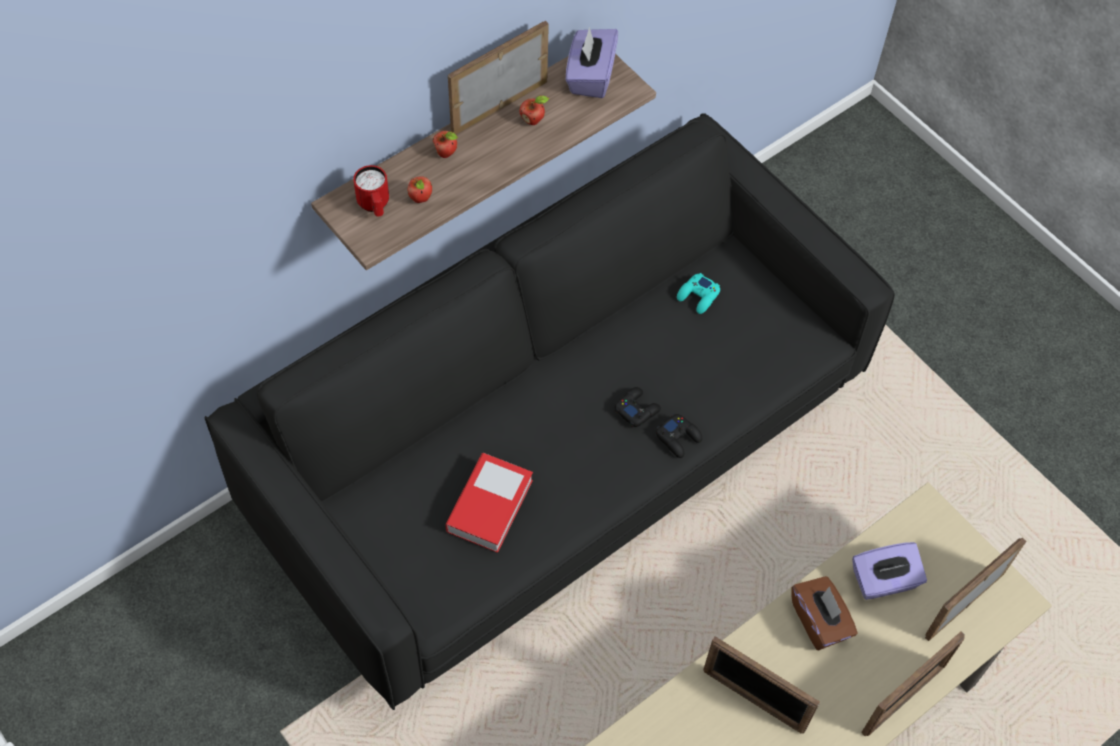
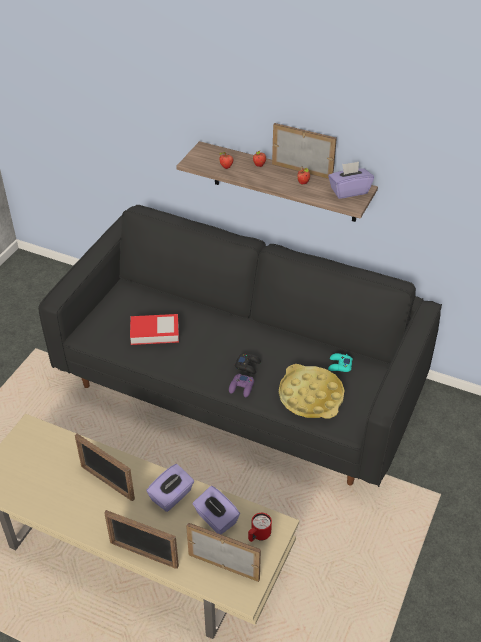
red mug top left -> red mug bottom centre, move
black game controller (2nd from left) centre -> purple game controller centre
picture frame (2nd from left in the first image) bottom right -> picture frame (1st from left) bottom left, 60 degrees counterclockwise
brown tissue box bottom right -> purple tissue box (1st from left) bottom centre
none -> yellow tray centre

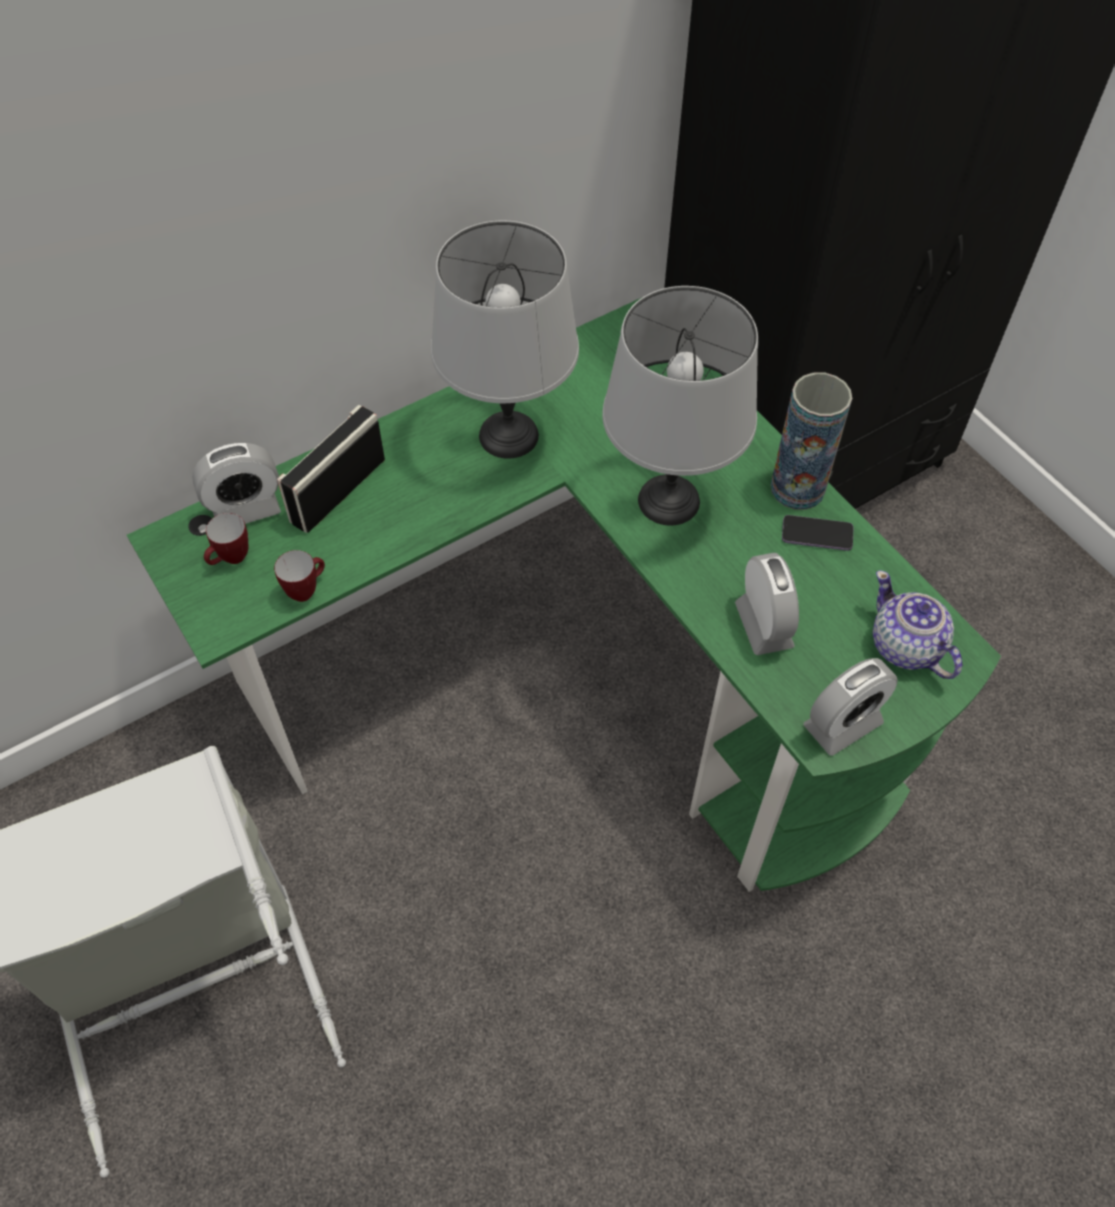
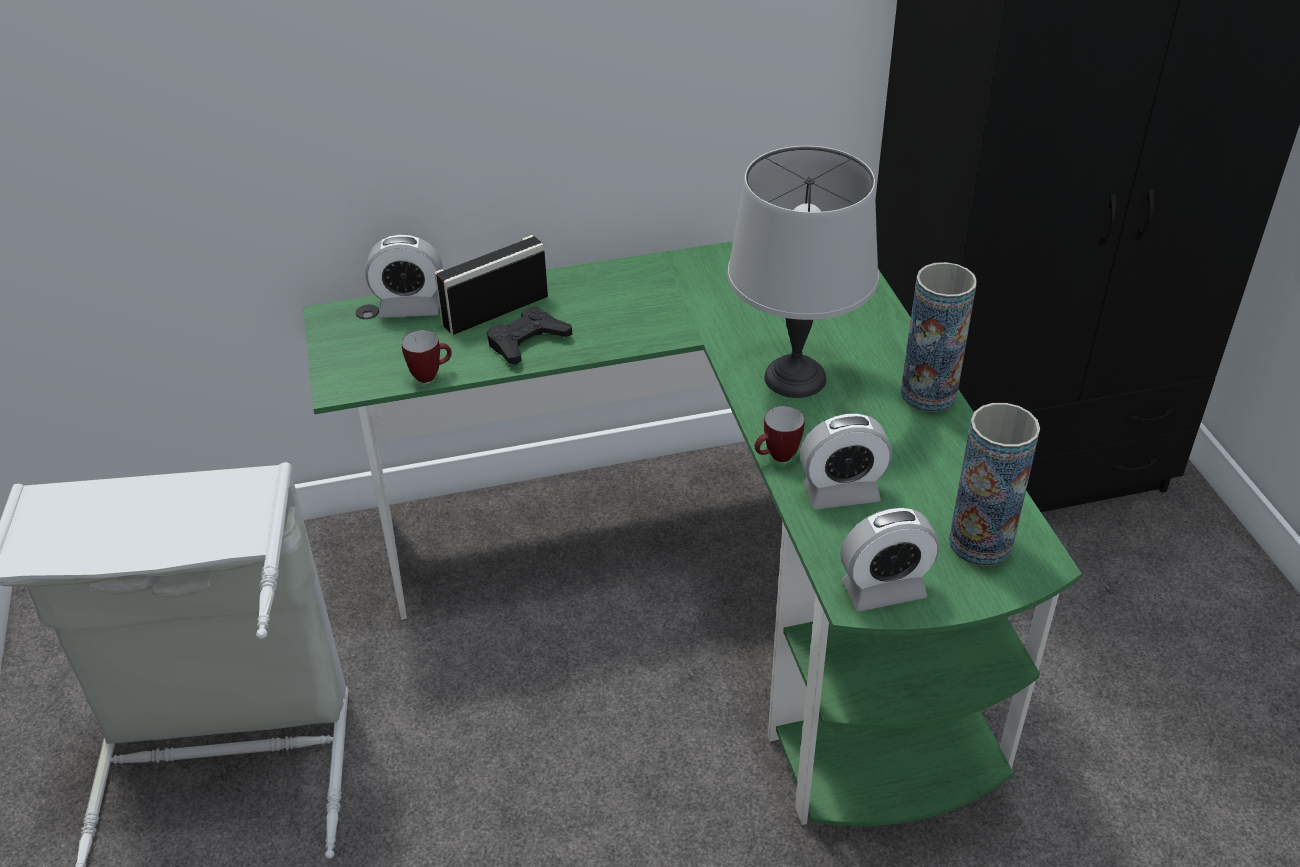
mug (1st from left in the first image) middle left -> mug (2nd from left) centre, move
grey table lamp (1st from left) top centre -> none
alarm clock (2nd from left) middle right -> alarm clock (2nd from left) centre, 75 degrees clockwise
phone middle right -> none
teapot middle right -> vase (2nd from left) middle right
none -> black game controller centre

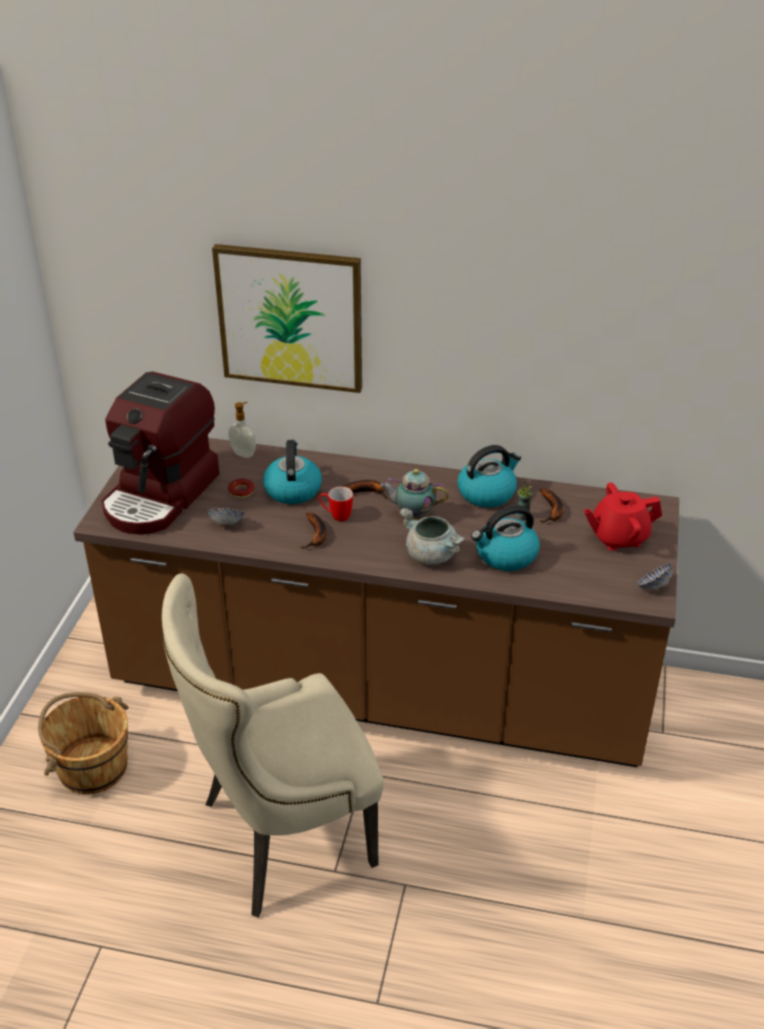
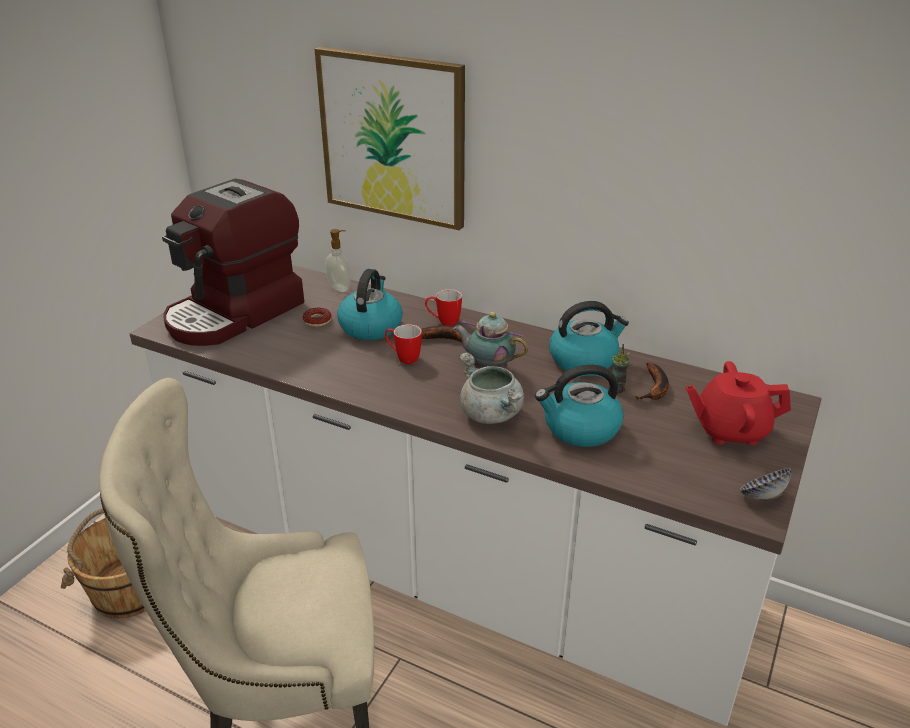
brown counter centre -> white counter bottom centre
bowl (1st from left) middle left -> none
banana (1st from left) centre -> none
none -> mug (2nd from left) centre

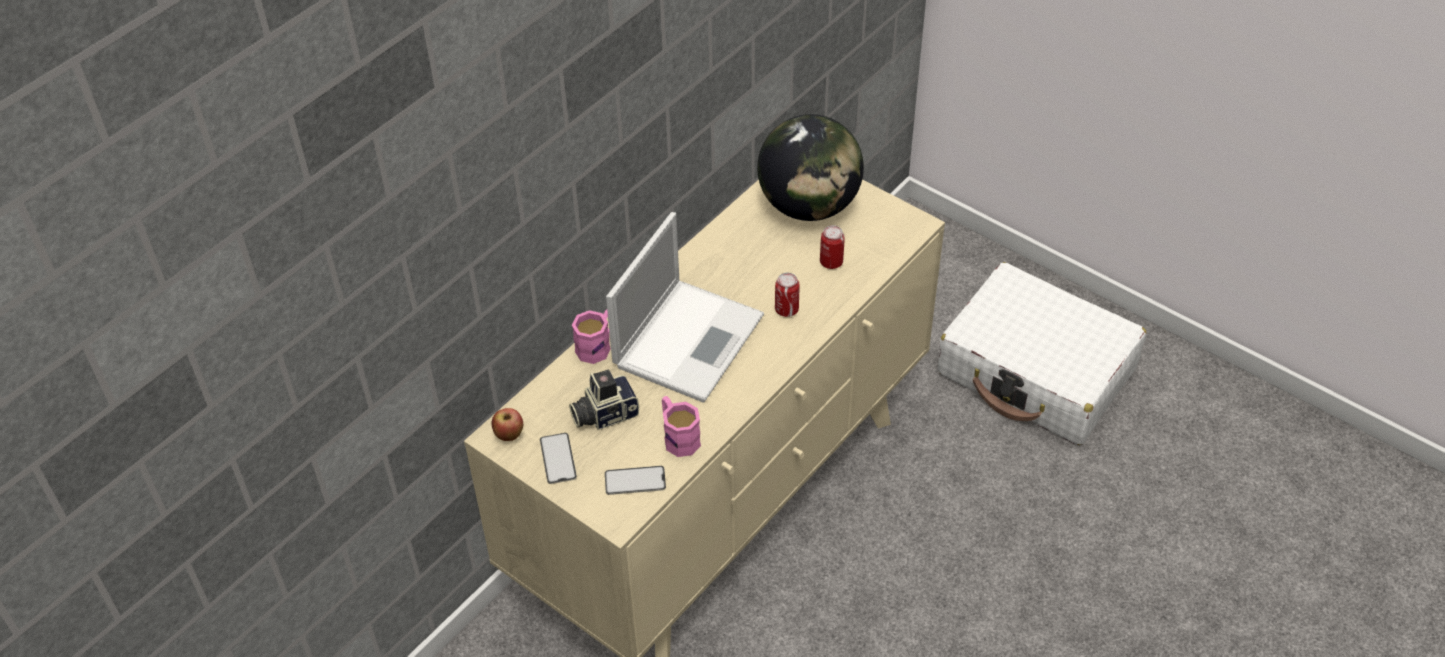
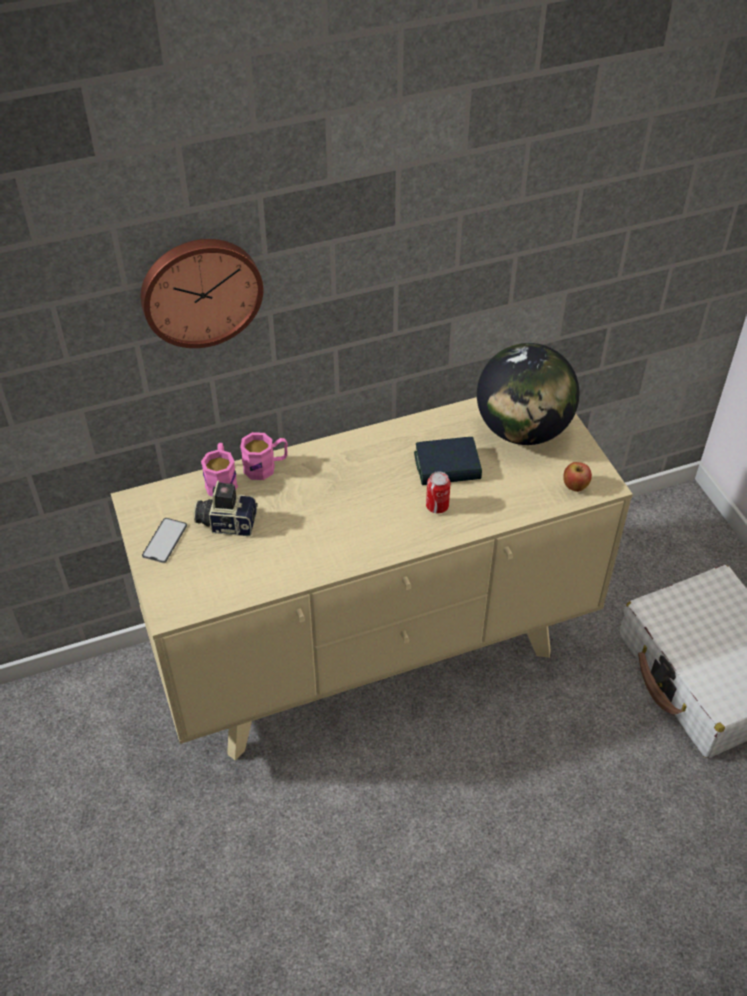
apple centre -> apple middle right, move
phone (2nd from left) bottom centre -> none
laptop centre -> none
pink mug (2nd from left in the first image) centre -> pink mug (1st from left) middle left, move
can (2nd from left) centre -> none
none -> wall clock top left
none -> book centre

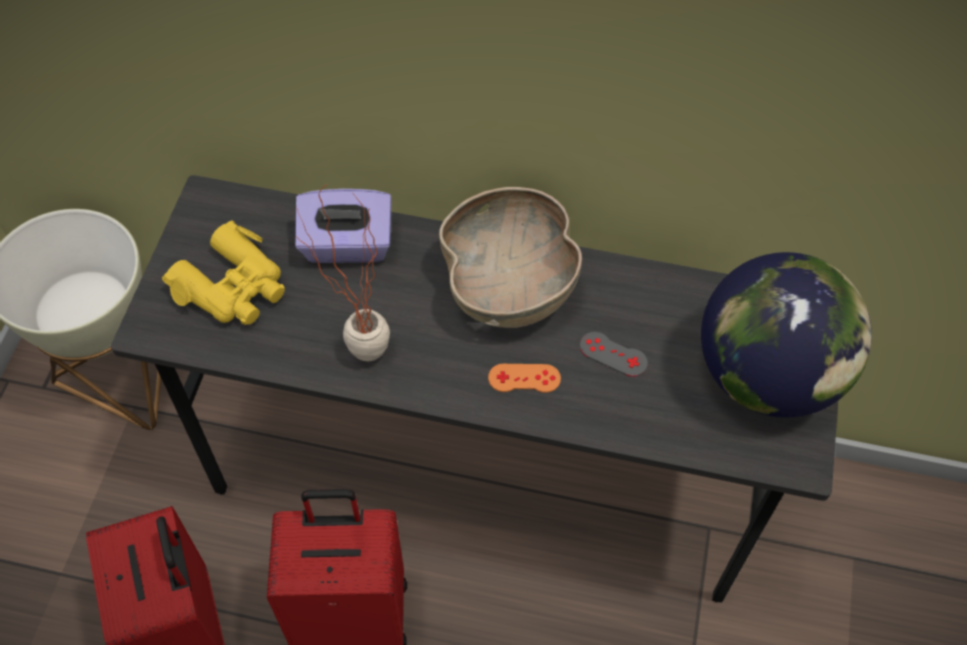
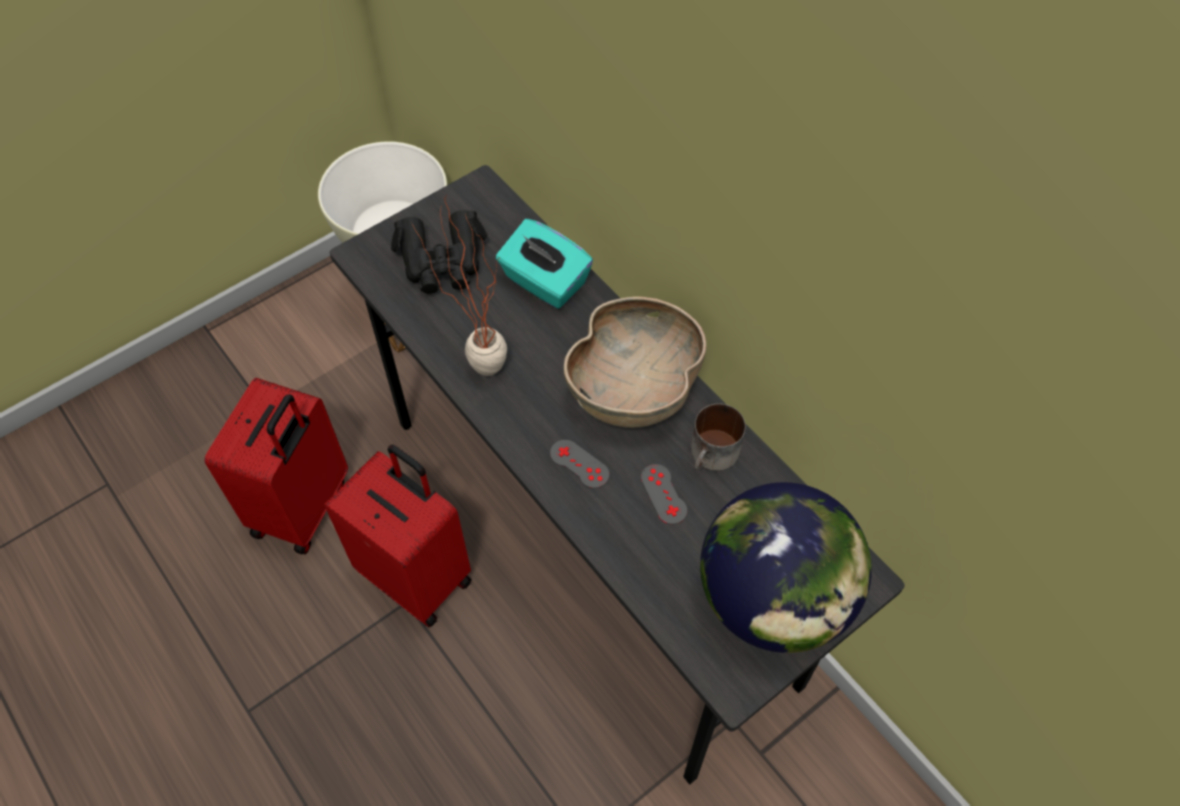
yellow binoculars middle left -> black binoculars top centre
purple tissue box centre -> turquoise tissue box top centre
orange game controller centre -> grey game controller (1st from left) centre
none -> mug centre

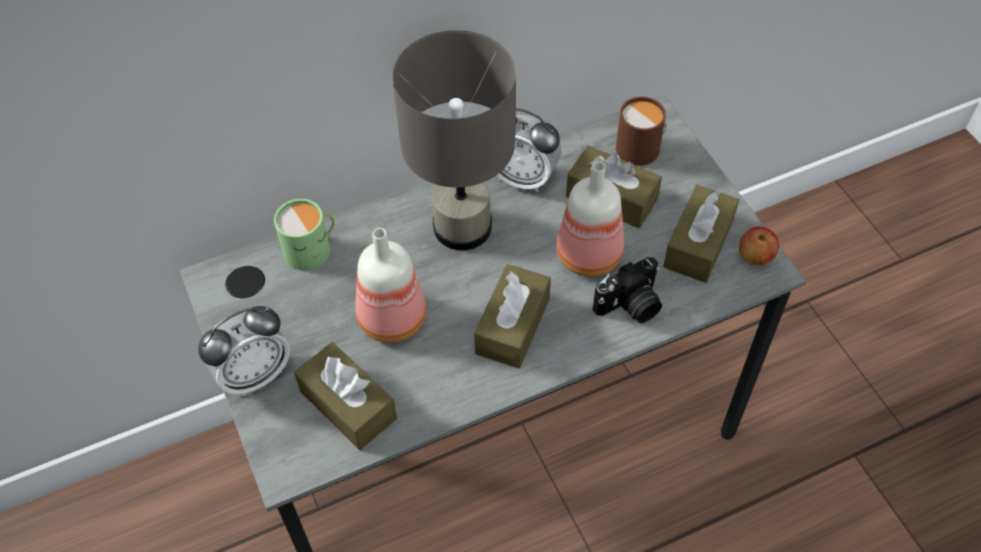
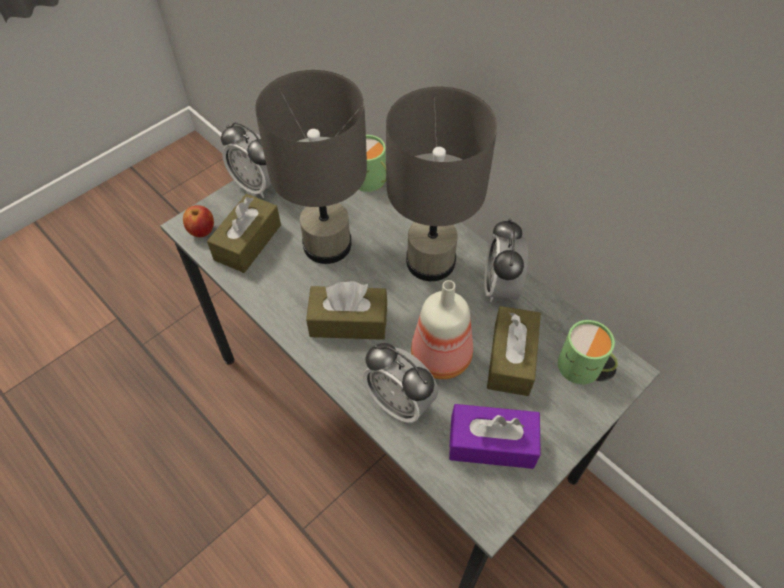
bottle (1st from left) centre -> grey table lamp (1st from left) top centre
photo camera centre -> alarm clock (2nd from left) centre
brown mug top centre -> green mug (2nd from left) middle right
brown tissue box (4th from left) middle right -> purple tissue box bottom centre
apple middle right -> apple middle left, move

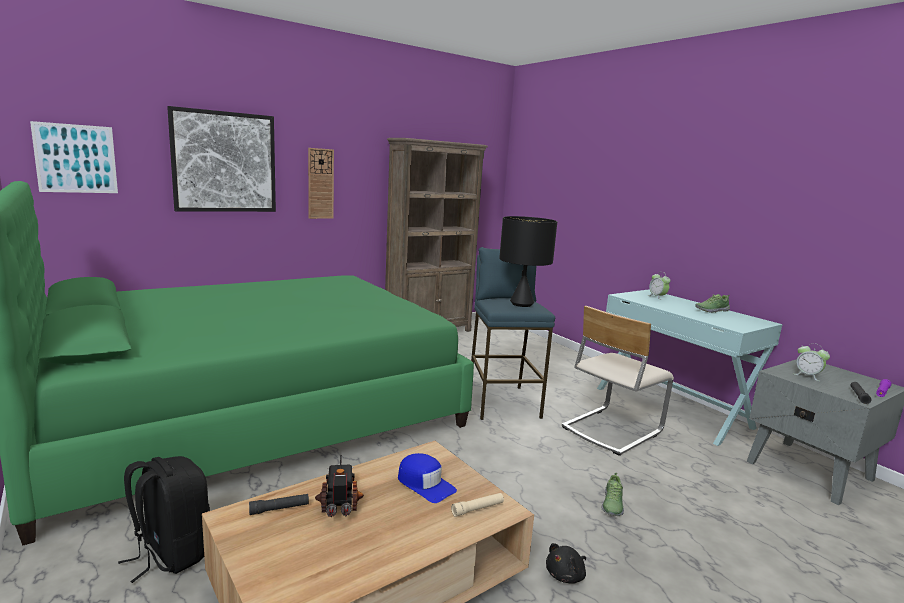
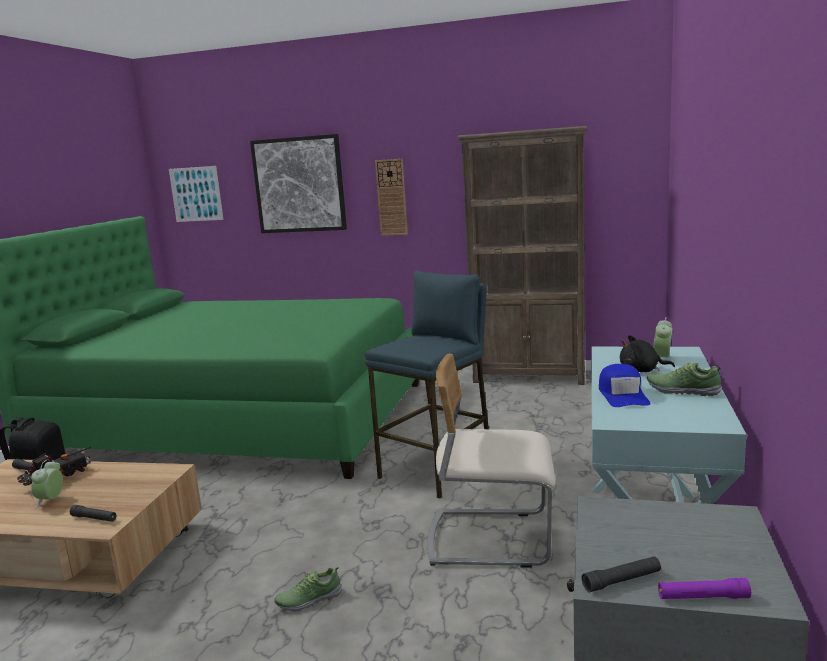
blue cap bottom centre -> blue cap middle right, move
beige flashlight bottom centre -> black flashlight (2nd from left) bottom left
black table lamp centre -> none
black plush toy bottom centre -> black plush toy middle right, move
alarm clock (2nd from left in the first image) middle right -> alarm clock (1st from left) bottom left, move

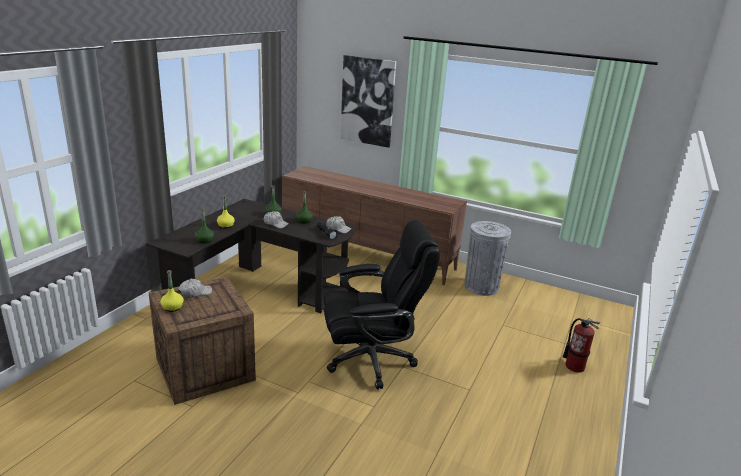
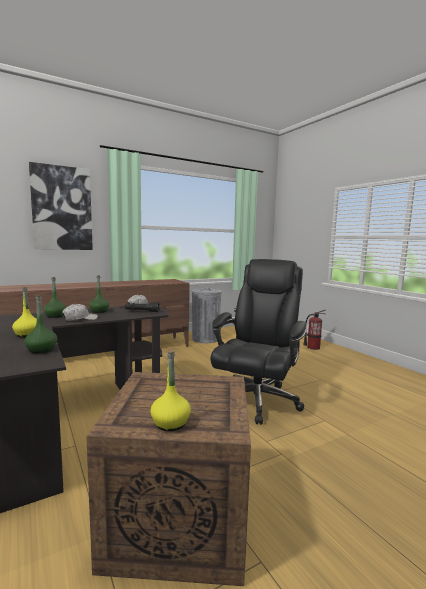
white cap (1st from left) middle left -> none

